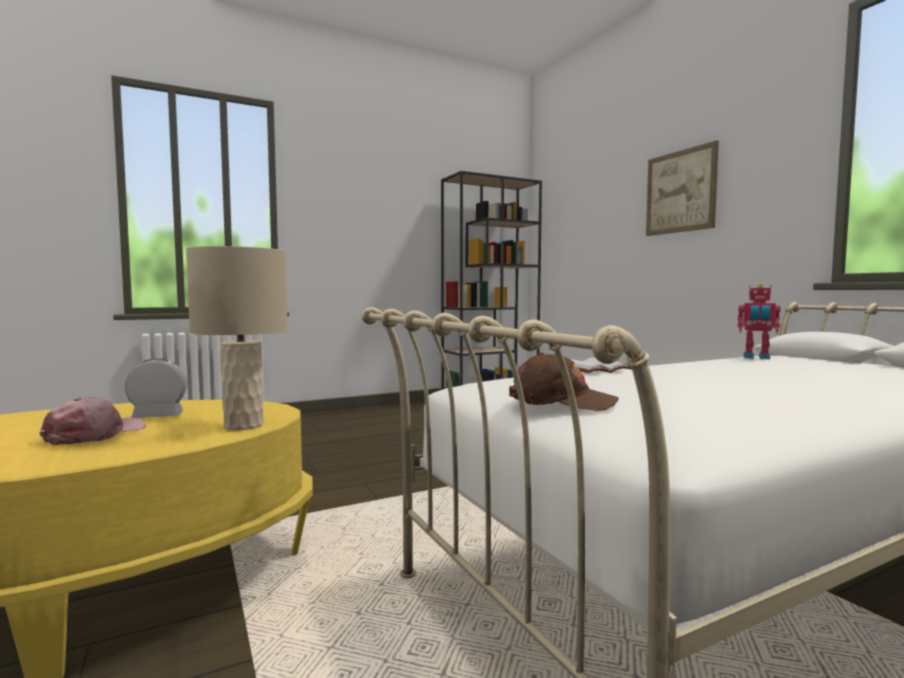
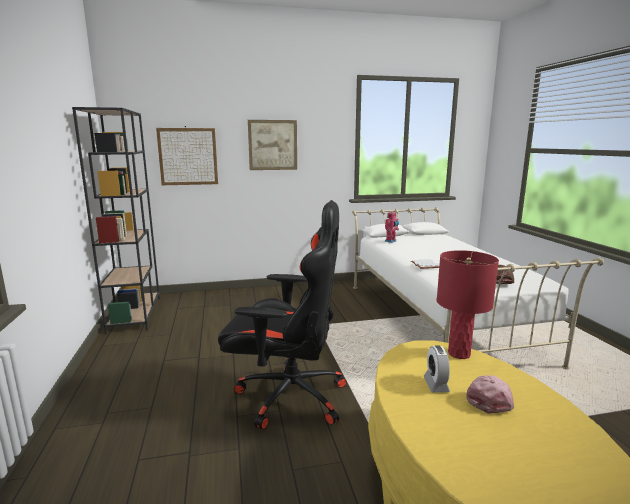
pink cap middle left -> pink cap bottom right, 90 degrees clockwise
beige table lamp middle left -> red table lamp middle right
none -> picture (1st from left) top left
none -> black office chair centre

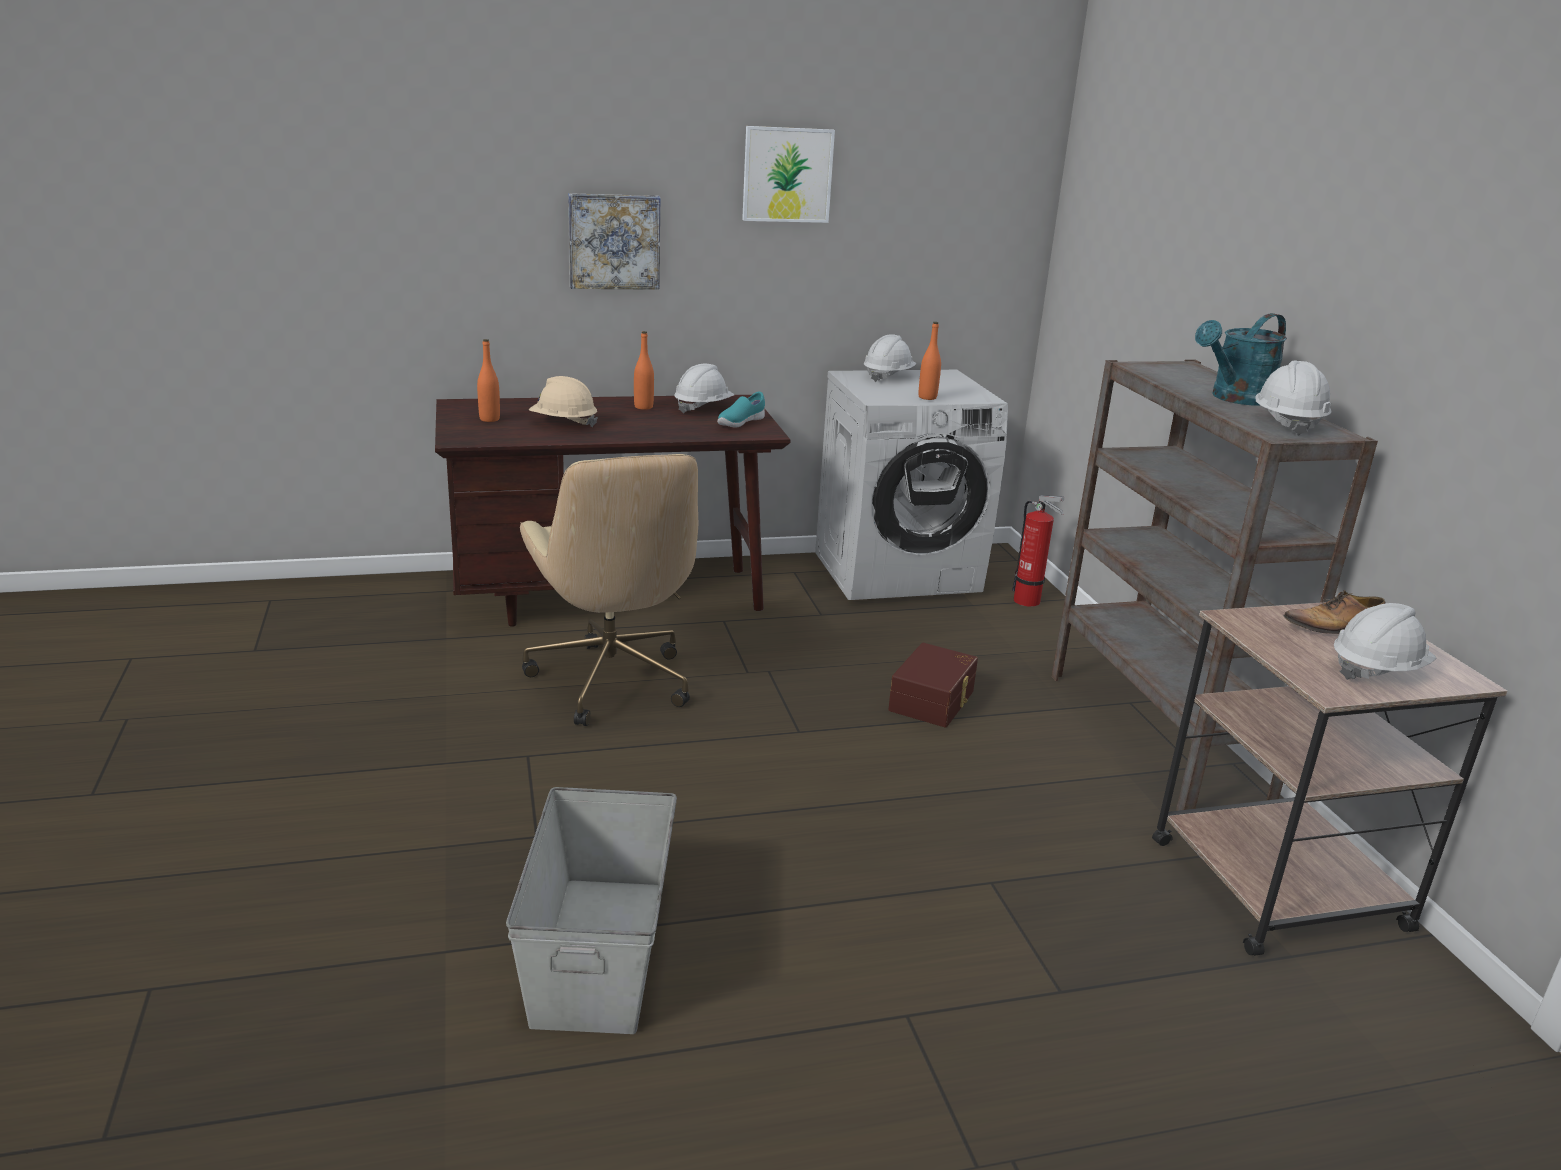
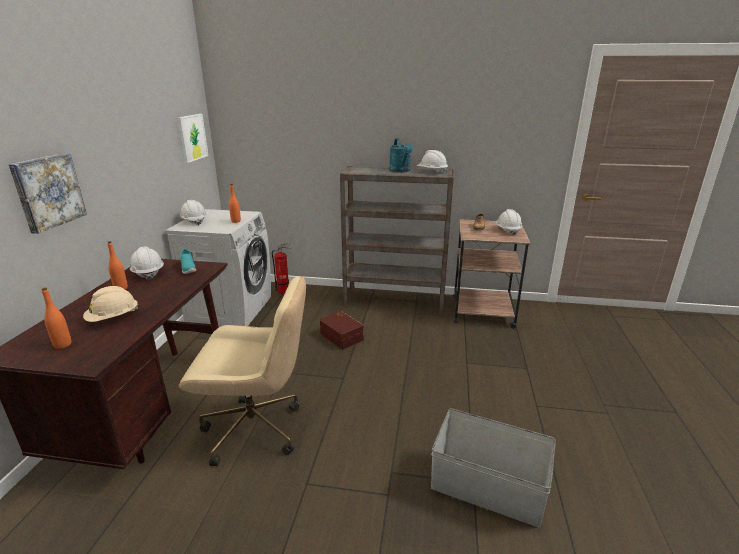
picture (2nd from left) top centre -> picture (2nd from left) top left, move

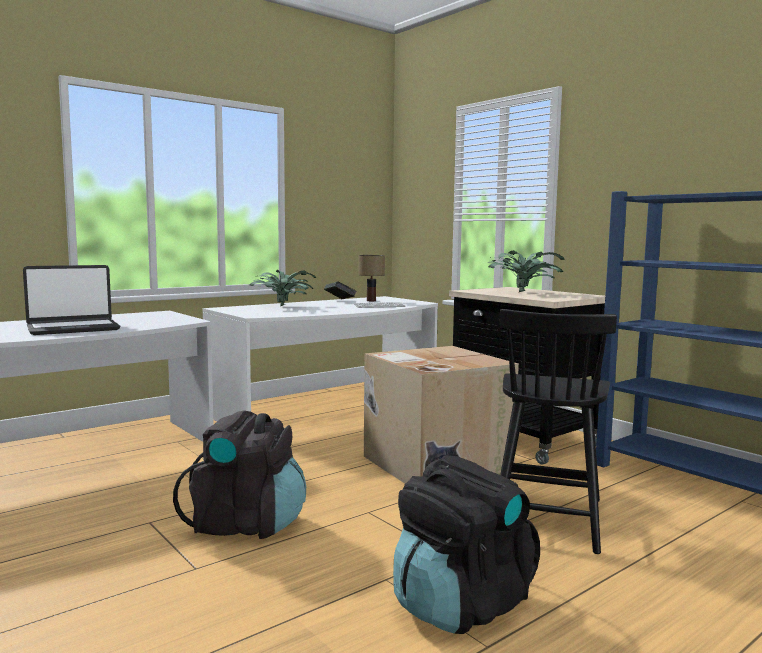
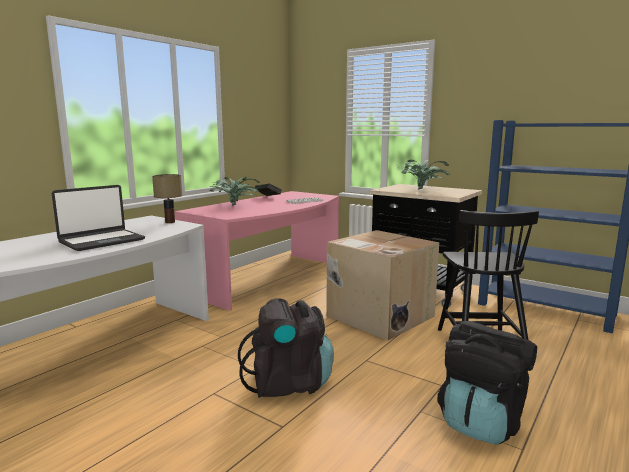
white desk (2nd from left) centre -> pink desk centre
table lamp centre -> table lamp middle left, move

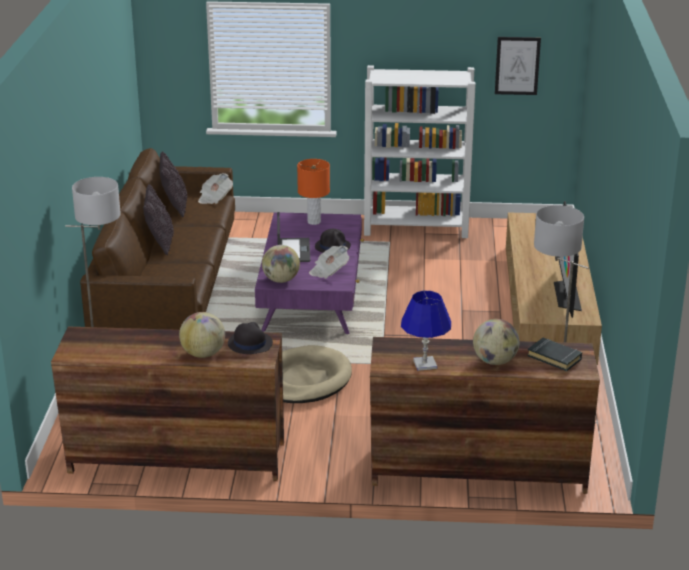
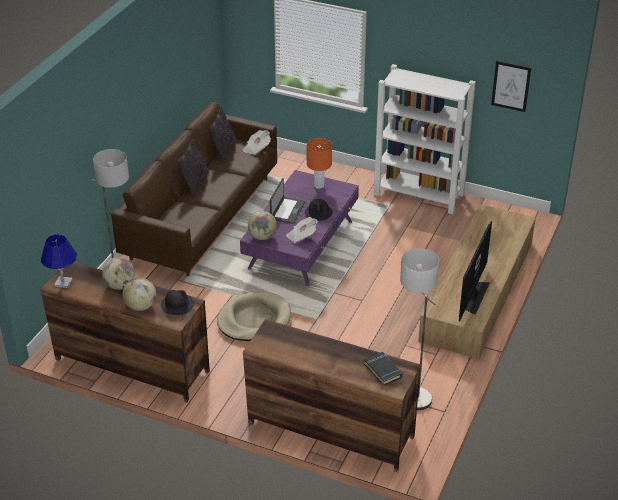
blue table lamp centre -> blue table lamp middle left, move
globe (3rd from left in the first image) middle right -> globe (1st from left) middle left, move

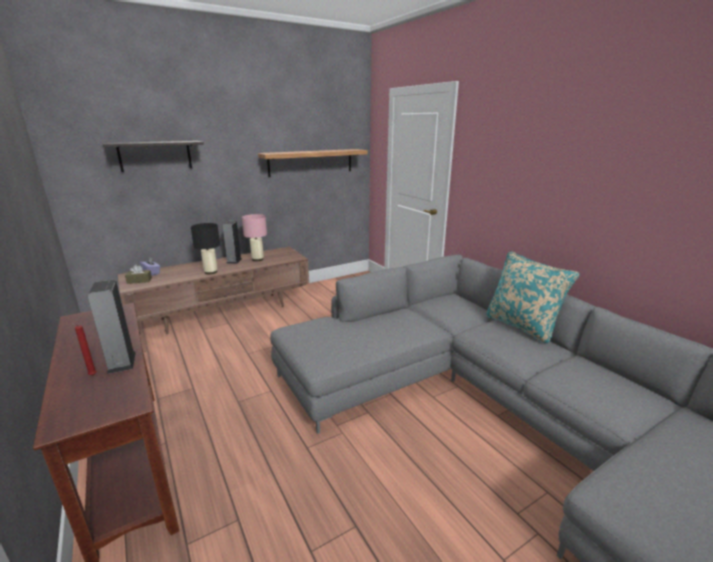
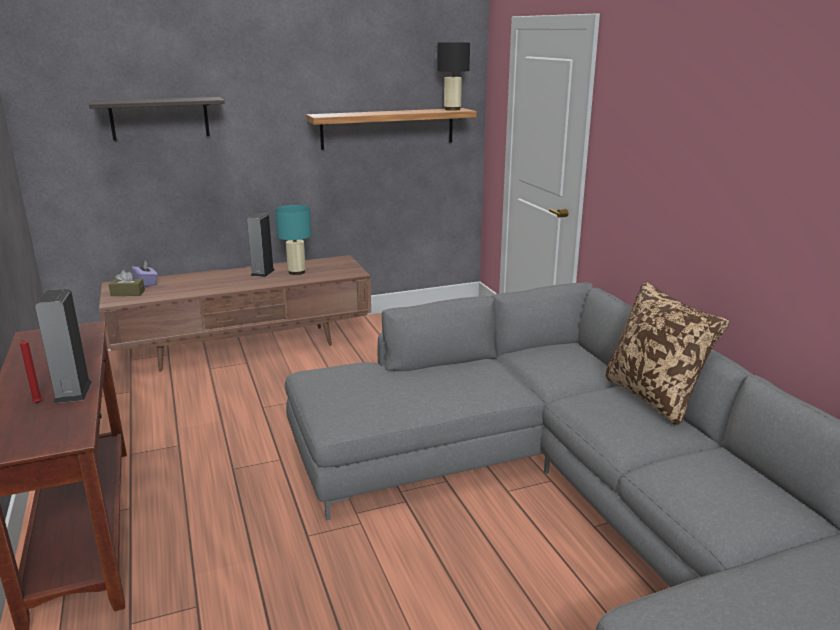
black table lamp middle left -> black table lamp top centre, move
pink table lamp centre -> turquoise table lamp centre
turquoise pillow middle right -> brown pillow middle right

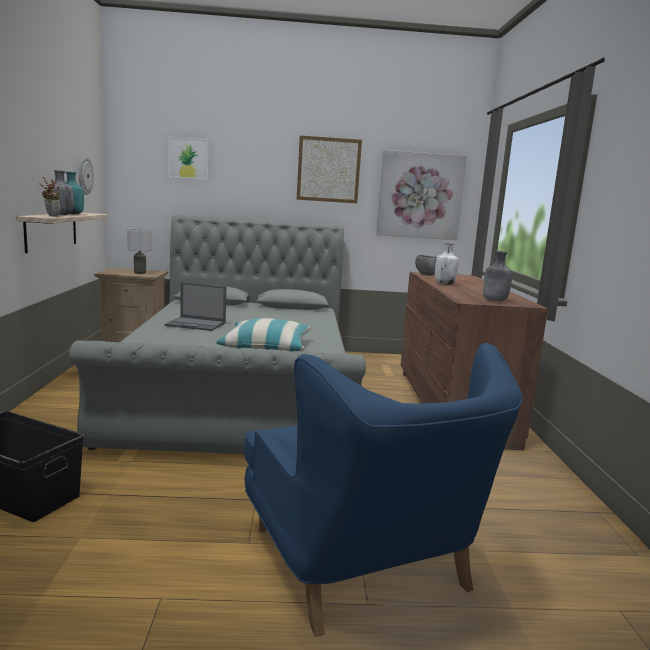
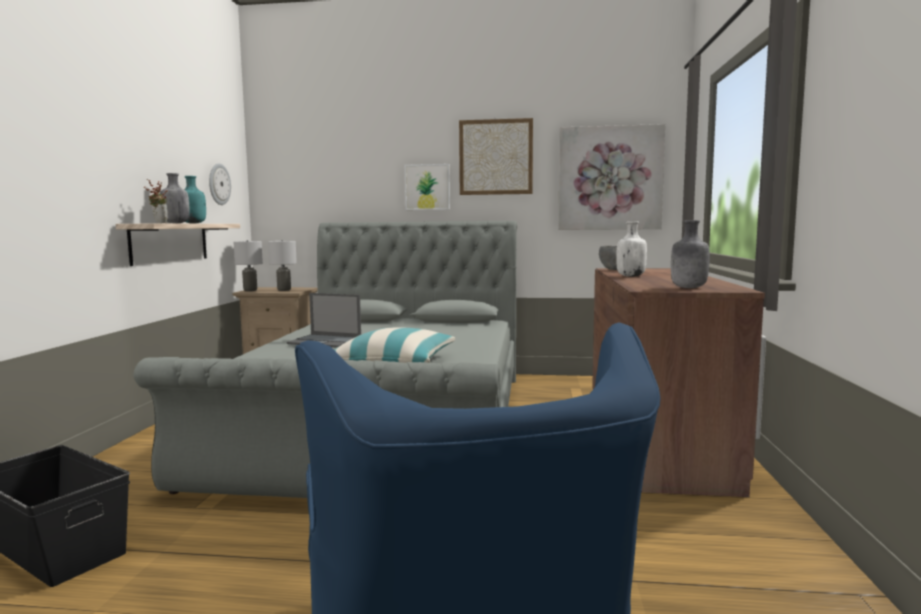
picture (1st from left) top left -> picture (1st from left) top centre, move
none -> white table lamp (1st from left) middle left

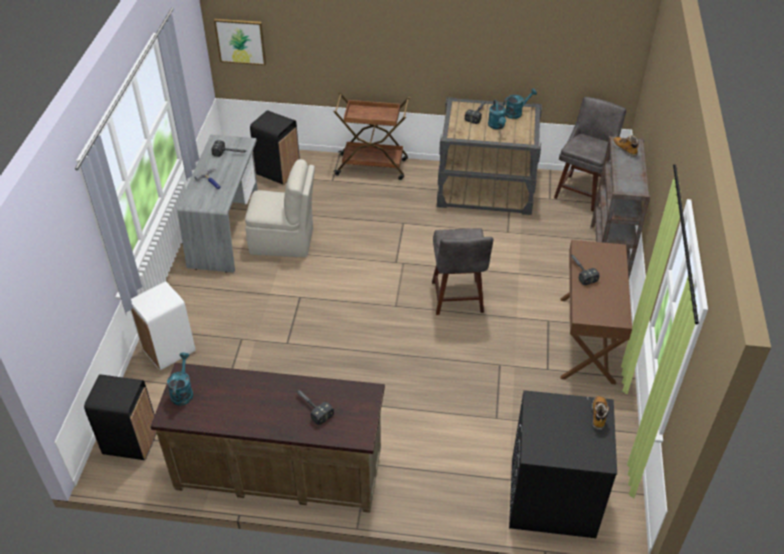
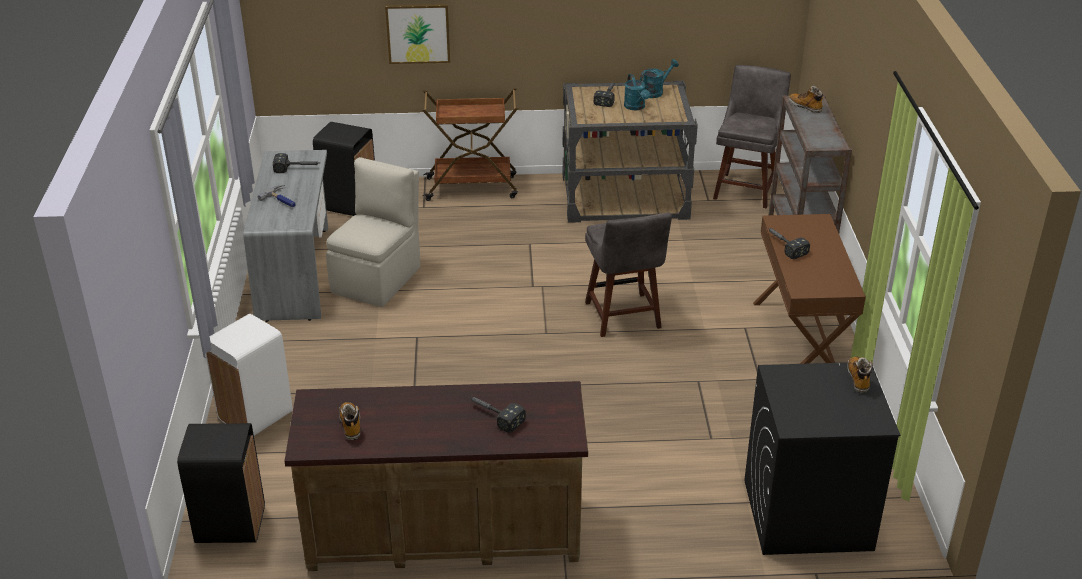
turquoise watering can (1st from left) bottom left -> none
picture top left -> picture top centre, move
beige chair centre, 60 degrees counterclockwise
none -> boot (1st from left) bottom left

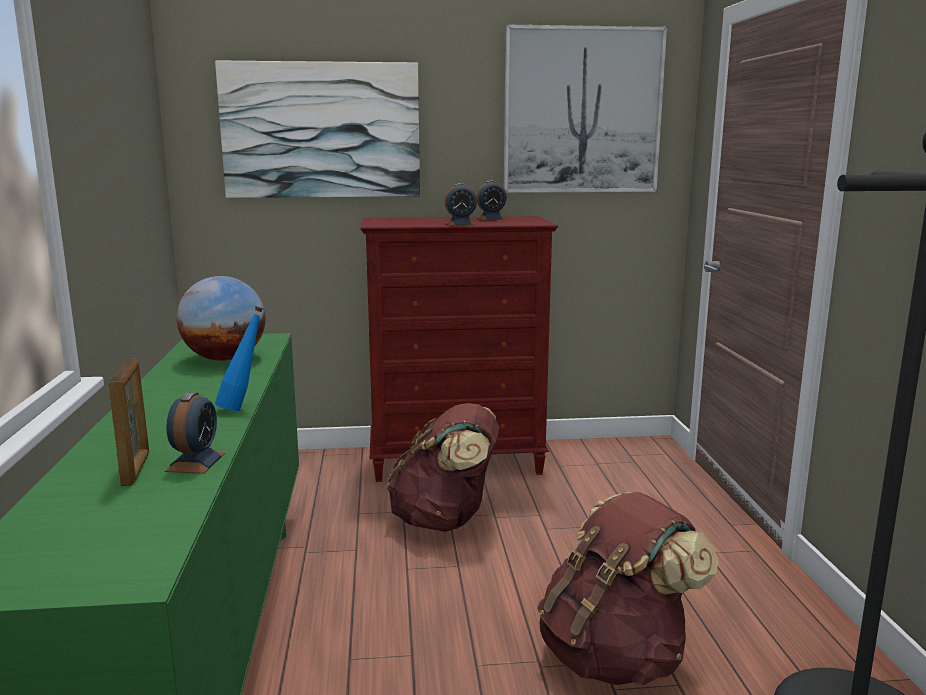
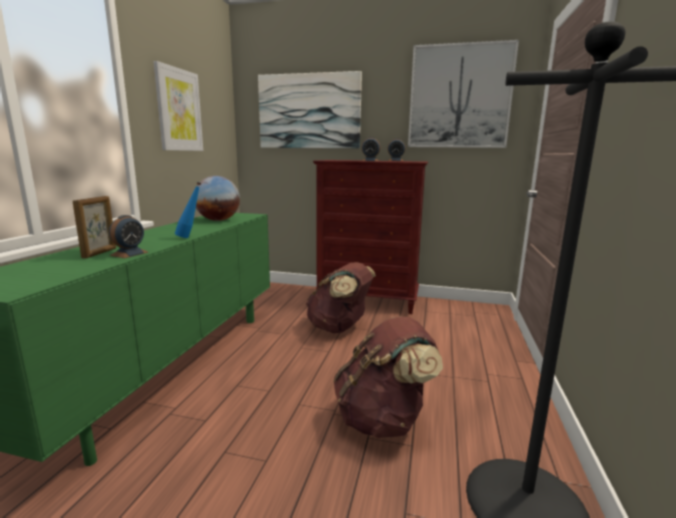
none -> picture (1st from left) top left

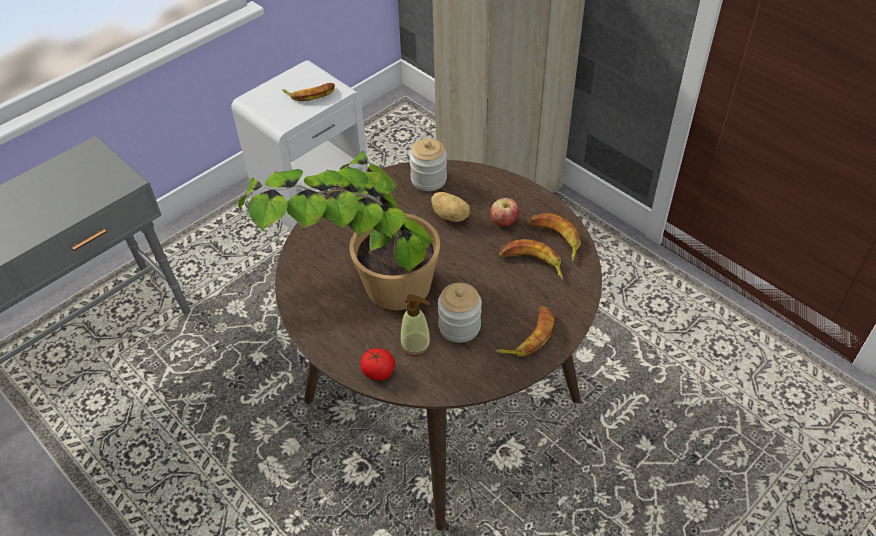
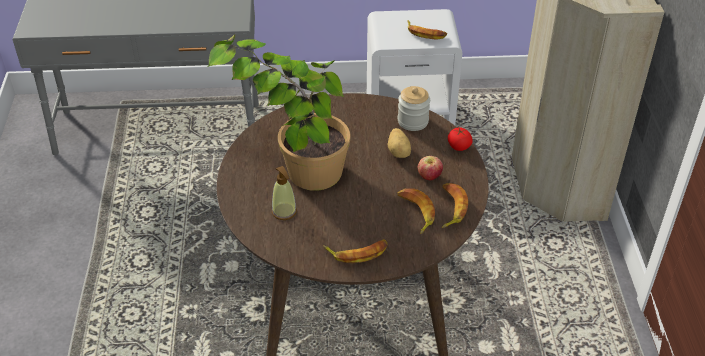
tomato bottom centre -> tomato centre, move
jar (2nd from left) centre -> none

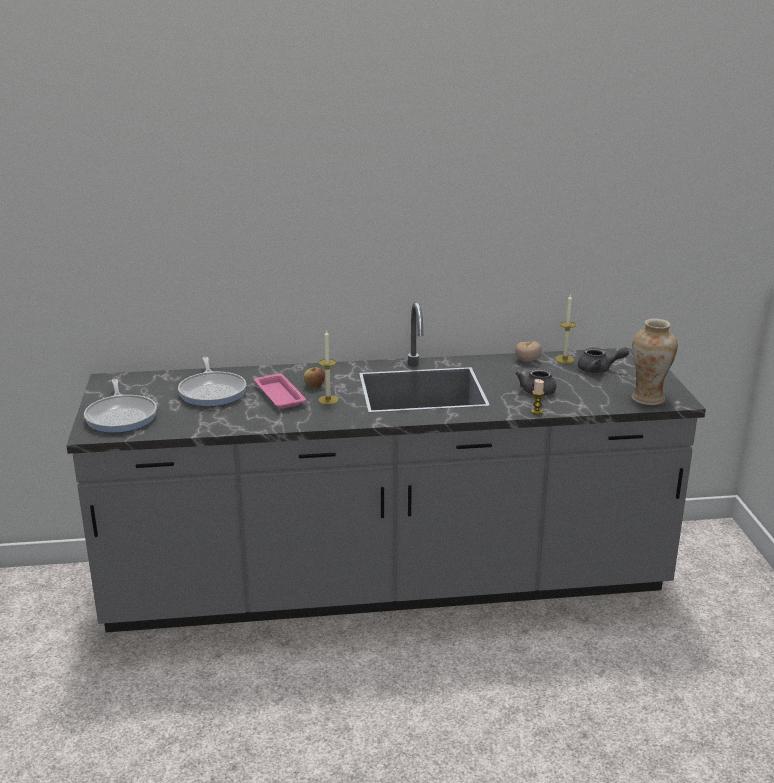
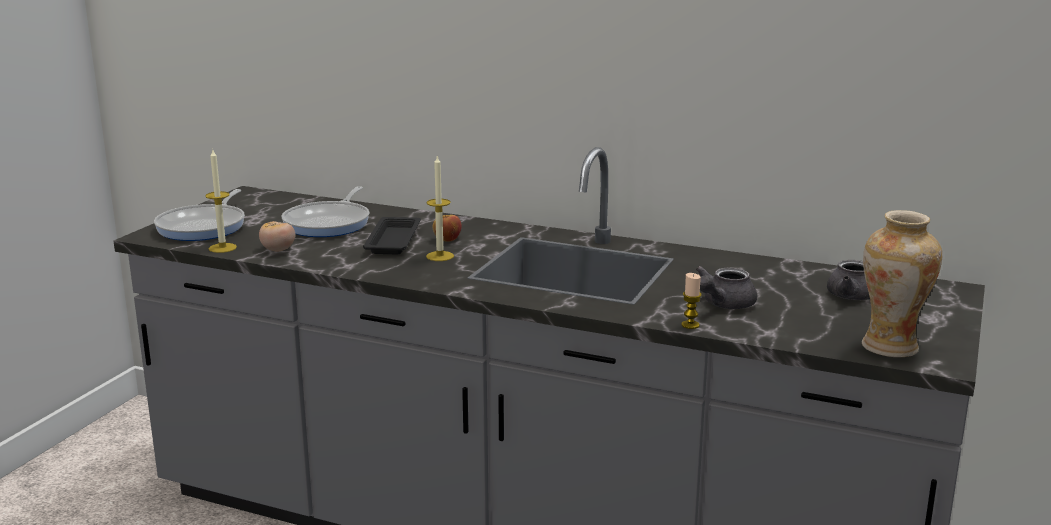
pink tray centre -> black tray centre
tomato middle right -> tomato middle left, move
candle (3rd from left in the first image) middle right -> candle (1st from left) middle left, move

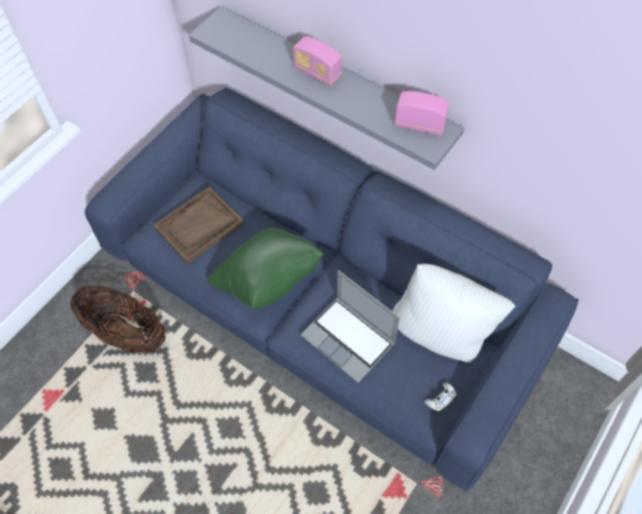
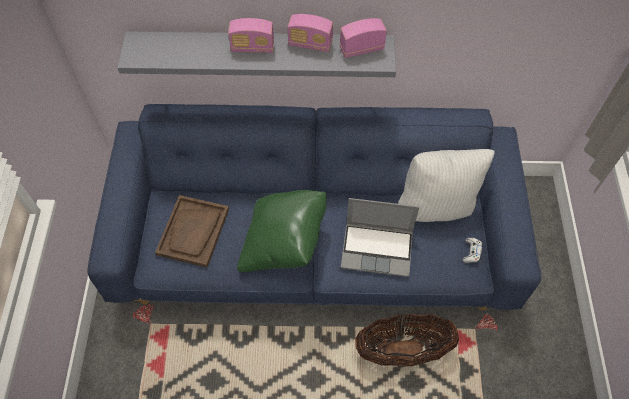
basket middle left -> basket bottom centre, move
none -> radio (2nd from left) top centre

